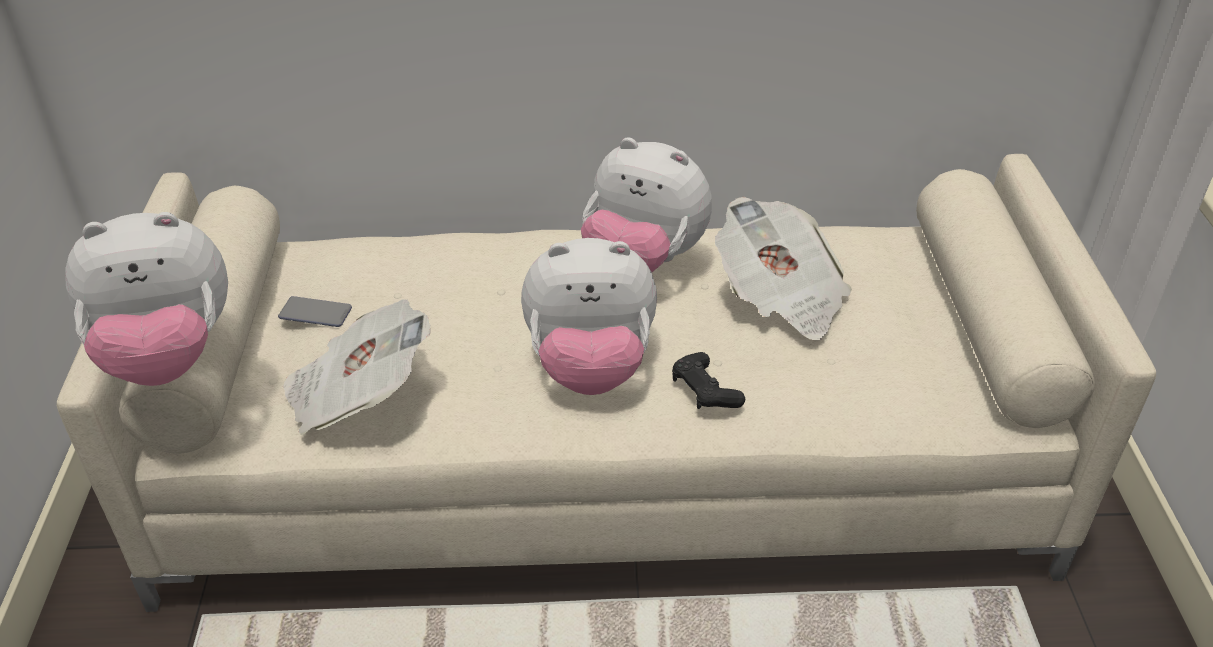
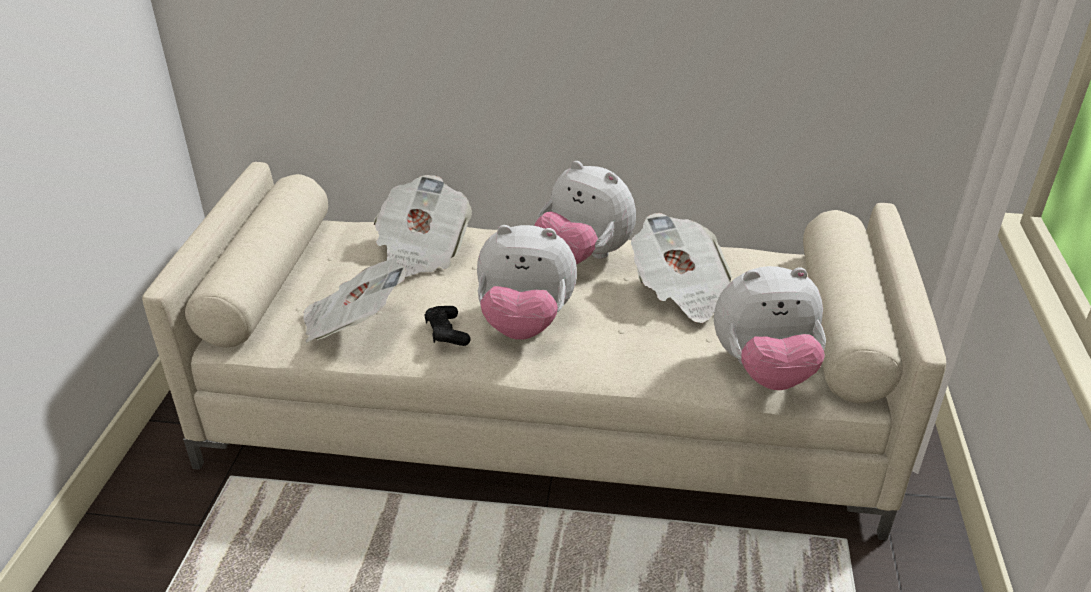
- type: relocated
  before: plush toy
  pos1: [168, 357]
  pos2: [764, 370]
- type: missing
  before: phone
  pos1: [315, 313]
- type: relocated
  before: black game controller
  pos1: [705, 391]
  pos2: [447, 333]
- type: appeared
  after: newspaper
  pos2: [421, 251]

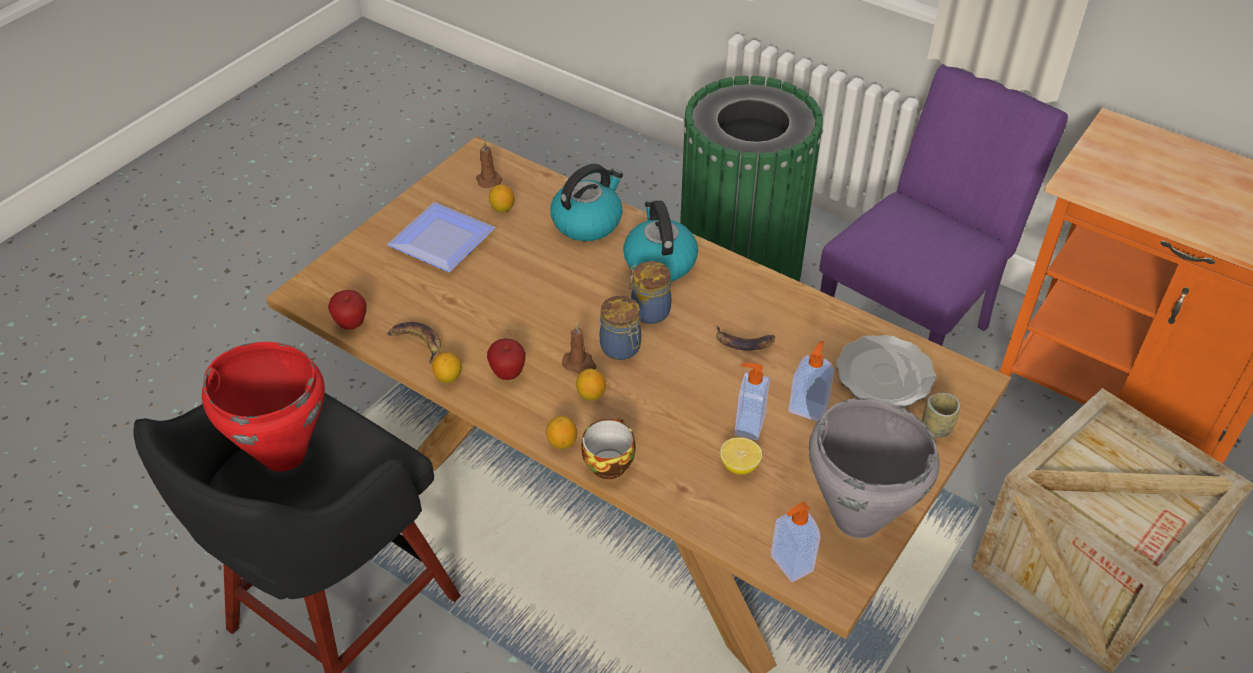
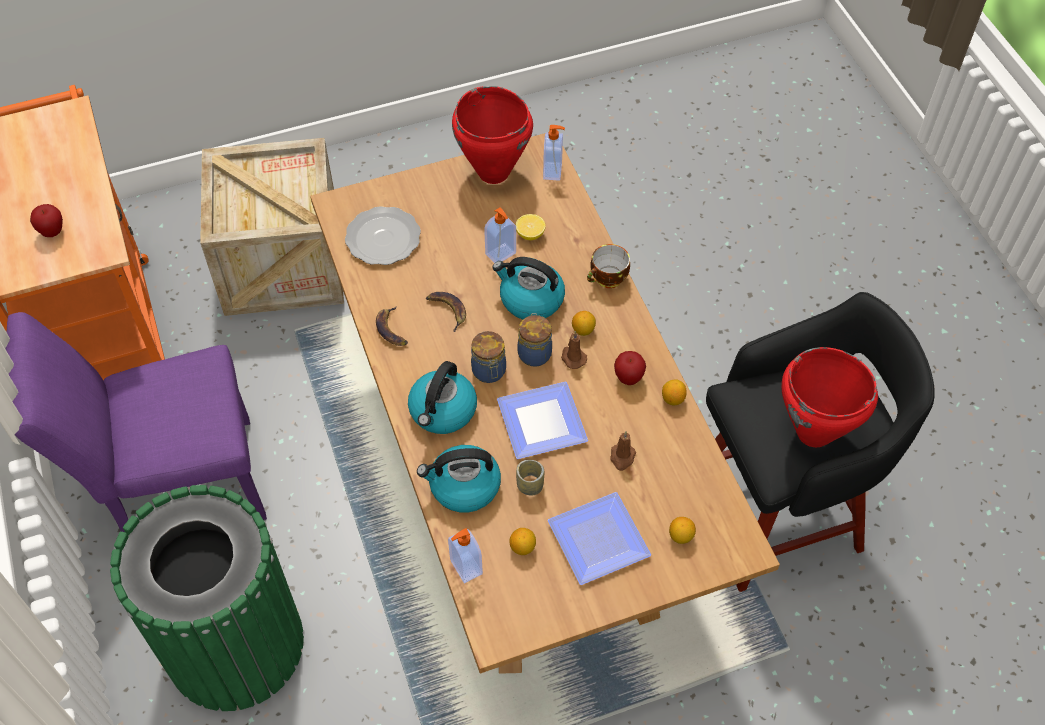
- type: relocated
  before: brown candle
  pos1: [488, 179]
  pos2: [622, 457]
- type: relocated
  before: apple
  pos1: [351, 324]
  pos2: [52, 232]
- type: relocated
  before: banana
  pos1: [416, 342]
  pos2: [392, 329]
- type: relocated
  before: soap dispenser
  pos1: [808, 408]
  pos2: [465, 567]
- type: relocated
  before: cup
  pos1: [936, 428]
  pos2: [530, 486]
- type: colour
  before: grey cooking pot
  after: red cooking pot
  pos1: [857, 518]
  pos2: [493, 173]
- type: relocated
  before: lemon
  pos1: [562, 442]
  pos2: [681, 536]
- type: appeared
  after: kettle
  pos2: [530, 299]
- type: appeared
  after: plate
  pos2: [538, 421]

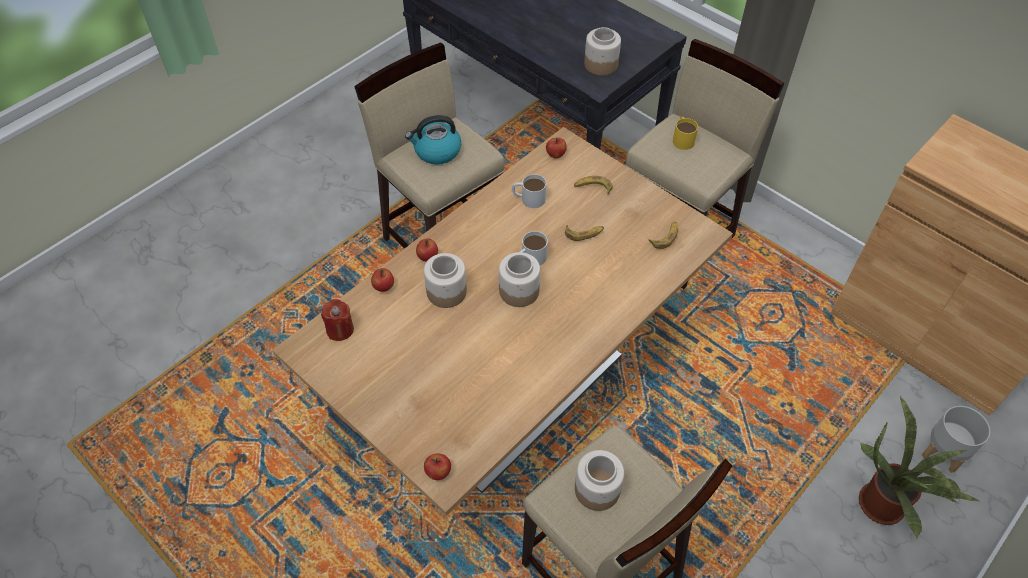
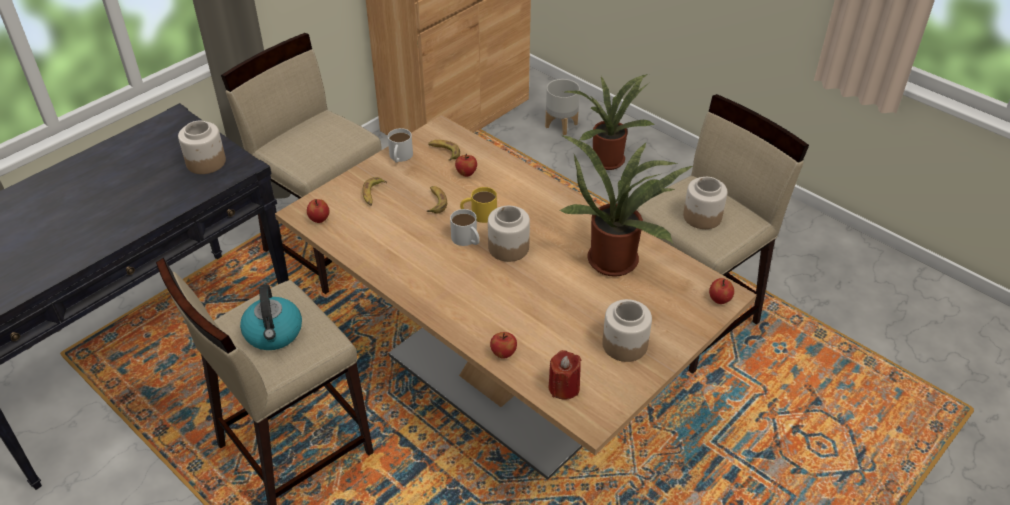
- type: relocated
  before: yellow mug
  pos1: [682, 138]
  pos2: [478, 214]
- type: relocated
  before: white mug
  pos1: [528, 198]
  pos2: [400, 157]
- type: relocated
  before: apple
  pos1: [428, 257]
  pos2: [466, 173]
- type: relocated
  before: jar
  pos1: [447, 291]
  pos2: [624, 344]
- type: appeared
  after: potted plant
  pos2: [616, 258]

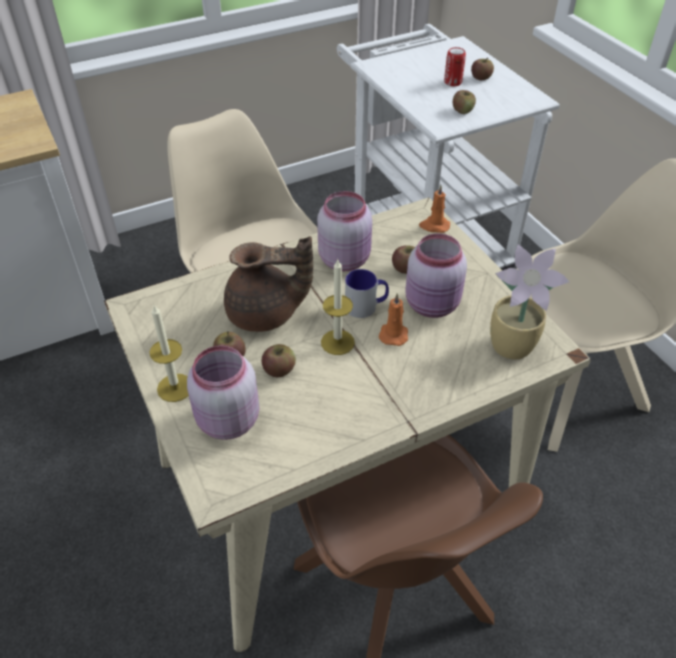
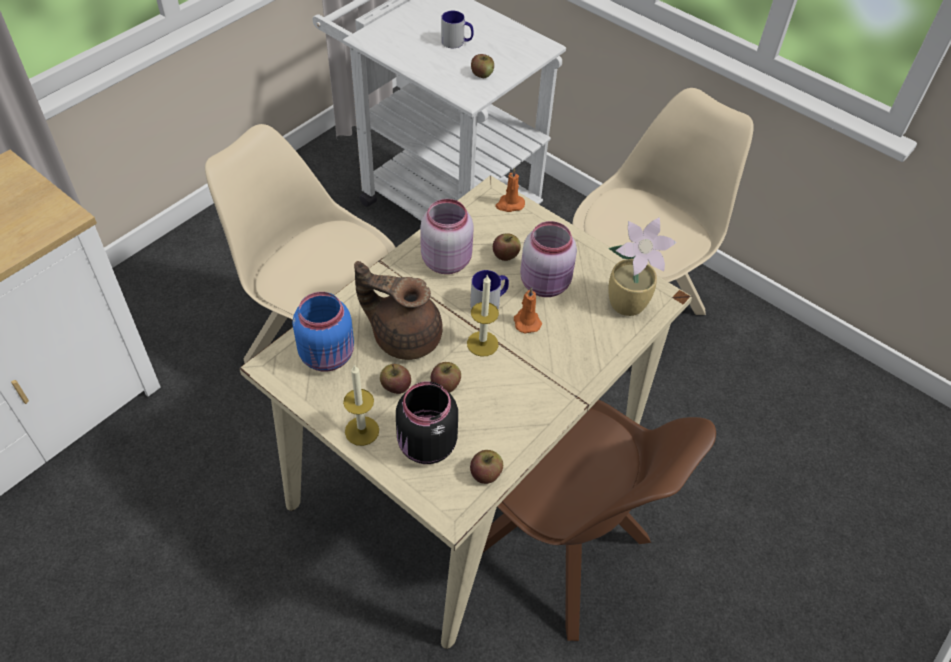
- type: exchanged
  before: can
  after: mug
  pos1: [453, 82]
  pos2: [457, 42]
- type: relocated
  before: apple
  pos1: [481, 78]
  pos2: [486, 474]
- type: spun
  before: brown teapot
  pos1: [266, 314]
  pos2: [404, 336]
  turn: -135
- type: colour
  before: pink jar
  after: black jar
  pos1: [226, 421]
  pos2: [425, 446]
- type: appeared
  after: blue jar
  pos2: [329, 355]

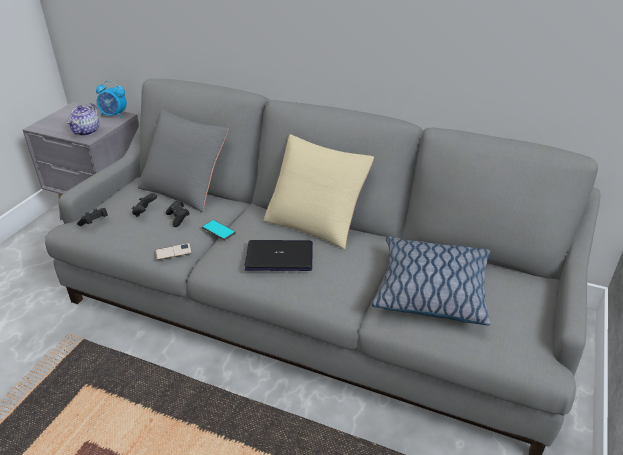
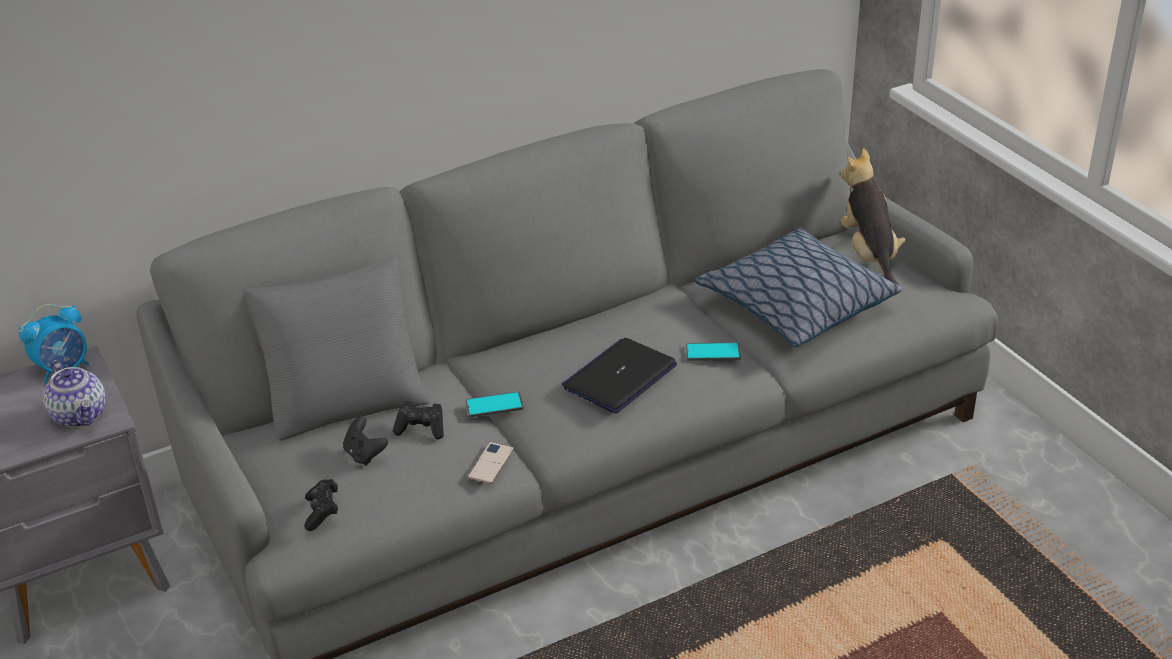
- type: missing
  before: beige pillow
  pos1: [316, 221]
- type: appeared
  after: plush toy
  pos2: [869, 255]
- type: appeared
  after: phone
  pos2: [713, 352]

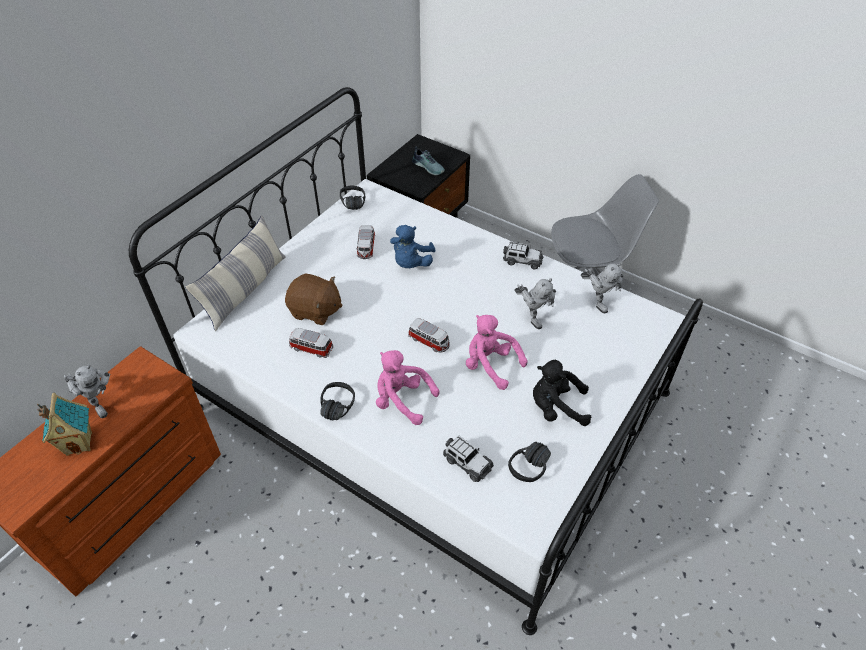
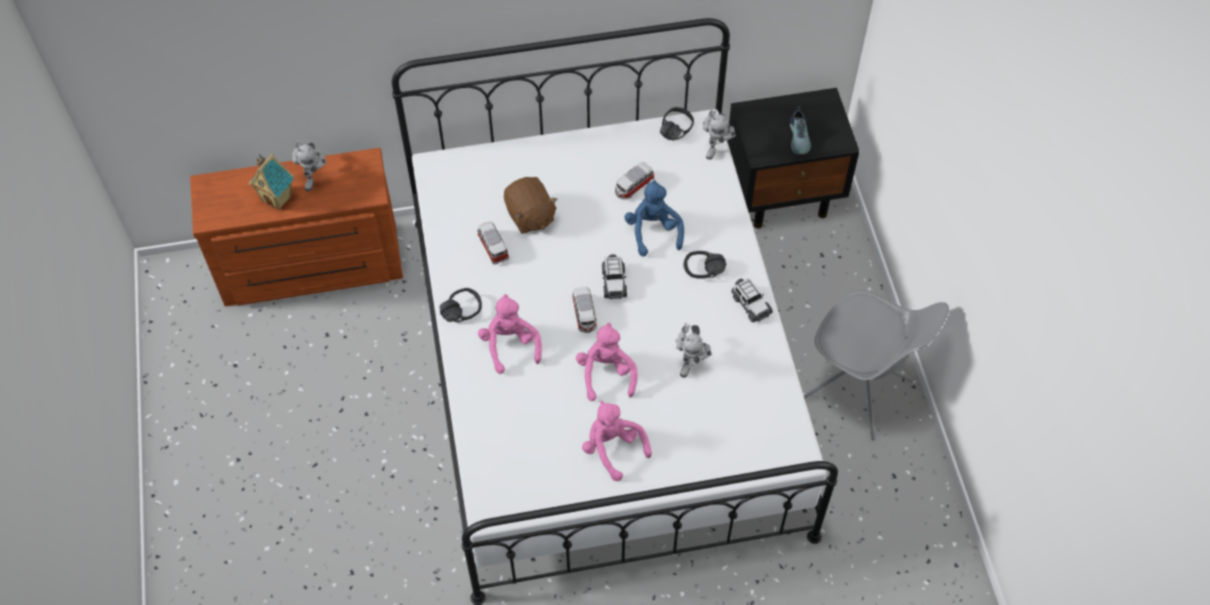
- type: missing
  before: pillow
  pos1: [245, 290]
- type: spun
  before: blue plush toy
  pos1: [411, 263]
  pos2: [653, 231]
  turn: 105
- type: relocated
  before: toy robot
  pos1: [597, 301]
  pos2: [716, 147]
- type: colour
  before: black plush toy
  after: pink plush toy
  pos1: [556, 407]
  pos2: [613, 448]
- type: relocated
  before: toy car
  pos1: [467, 463]
  pos2: [614, 282]
- type: relocated
  before: black headphones
  pos1: [535, 471]
  pos2: [704, 275]

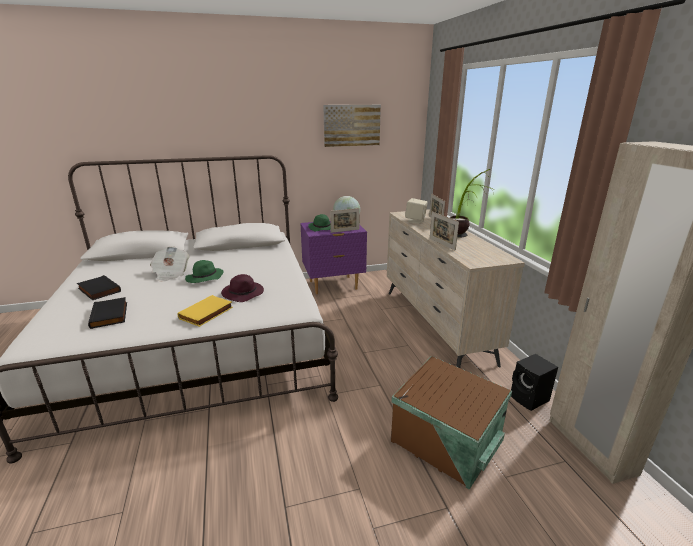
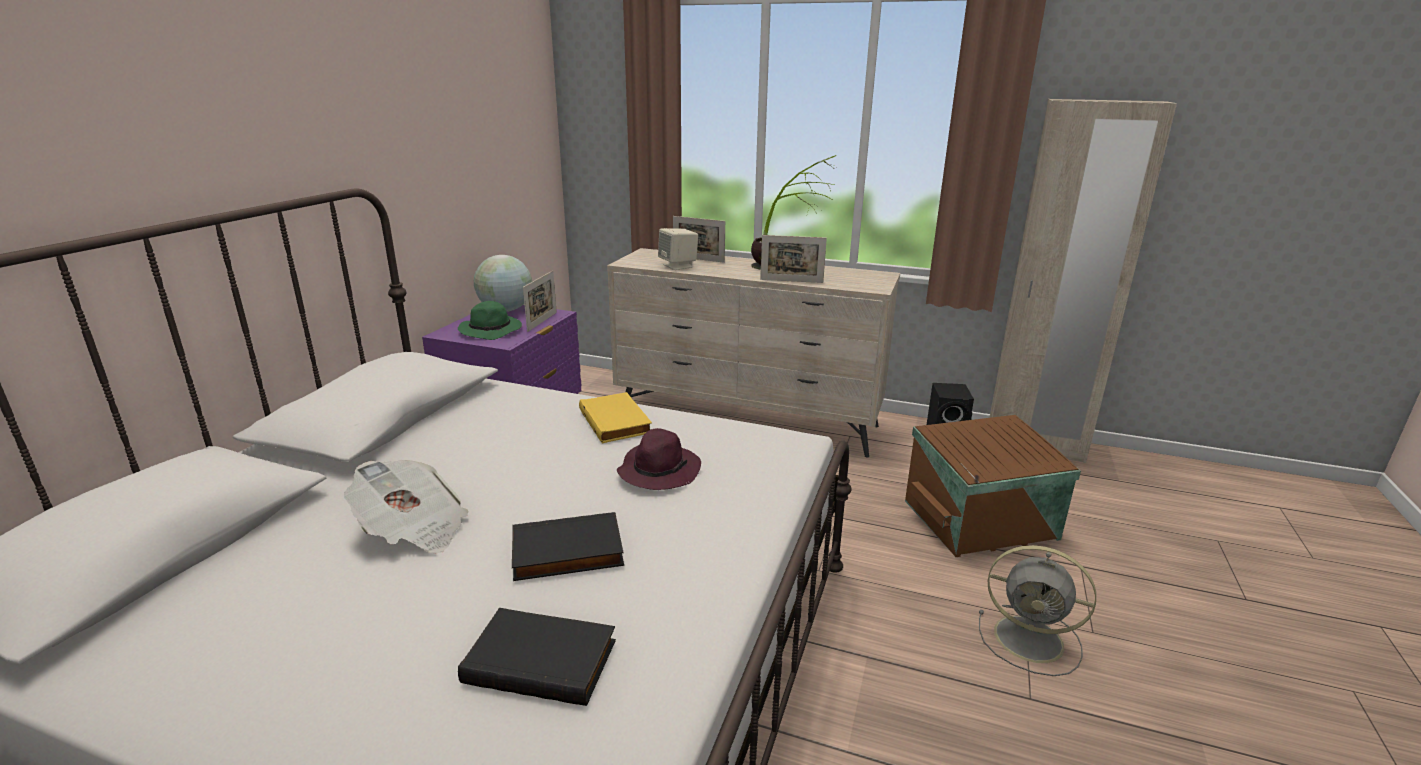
- type: missing
  before: picture
  pos1: [351, 125]
- type: missing
  before: green hat
  pos1: [204, 278]
- type: relocated
  before: black book
  pos1: [98, 290]
  pos2: [567, 553]
- type: relocated
  before: yellow book
  pos1: [207, 313]
  pos2: [617, 421]
- type: appeared
  after: grey fan
  pos2: [1031, 640]

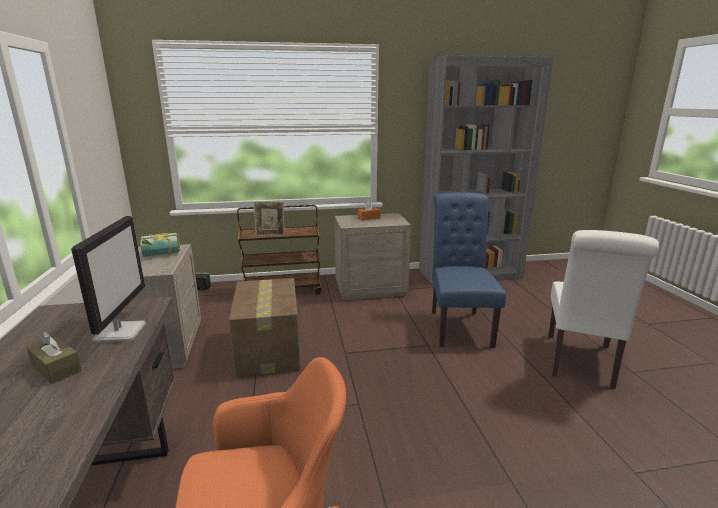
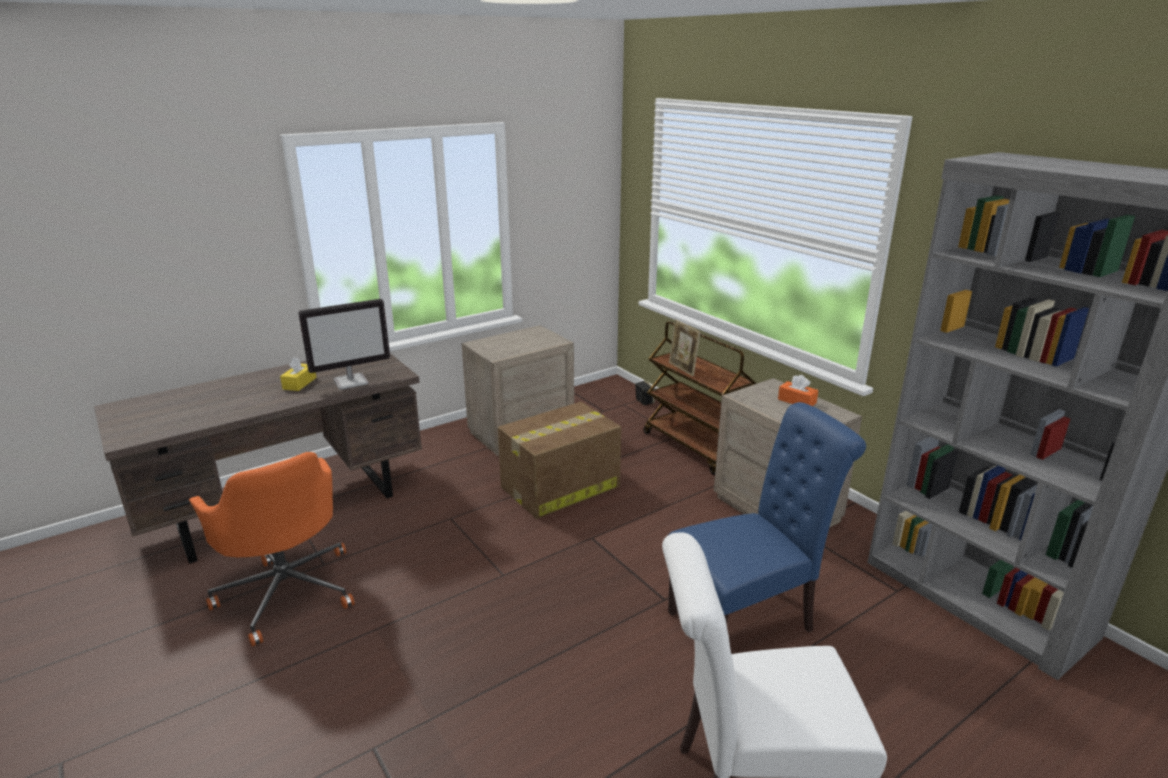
- type: missing
  before: book
  pos1: [161, 254]
- type: colour
  before: brown tissue box
  after: yellow tissue box
  pos1: [56, 368]
  pos2: [299, 383]

